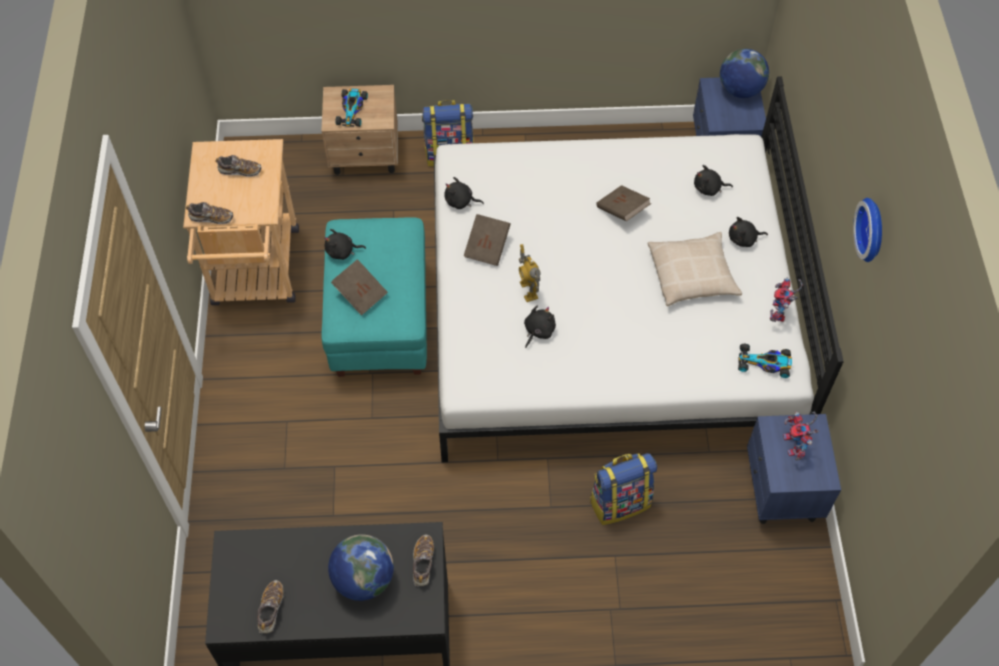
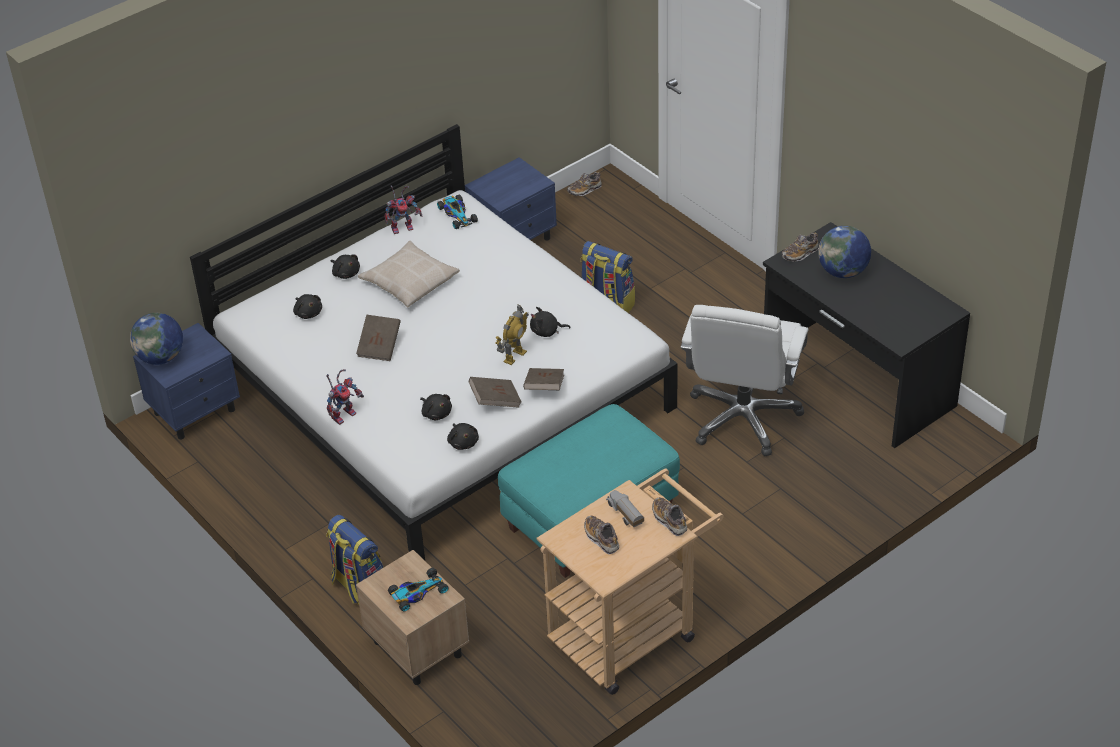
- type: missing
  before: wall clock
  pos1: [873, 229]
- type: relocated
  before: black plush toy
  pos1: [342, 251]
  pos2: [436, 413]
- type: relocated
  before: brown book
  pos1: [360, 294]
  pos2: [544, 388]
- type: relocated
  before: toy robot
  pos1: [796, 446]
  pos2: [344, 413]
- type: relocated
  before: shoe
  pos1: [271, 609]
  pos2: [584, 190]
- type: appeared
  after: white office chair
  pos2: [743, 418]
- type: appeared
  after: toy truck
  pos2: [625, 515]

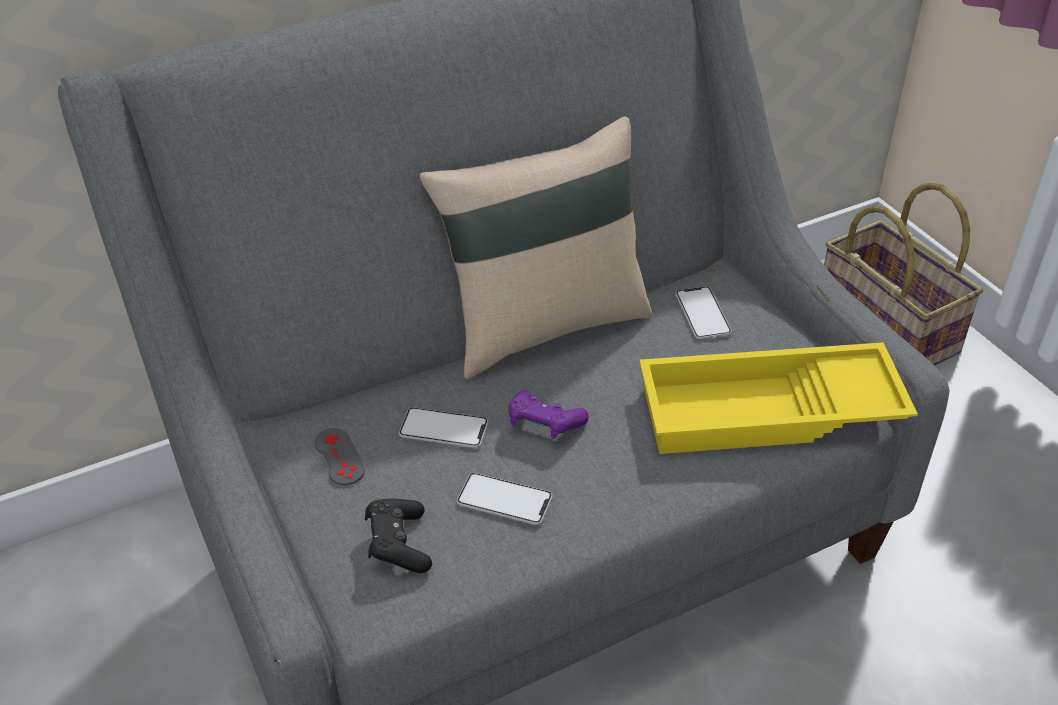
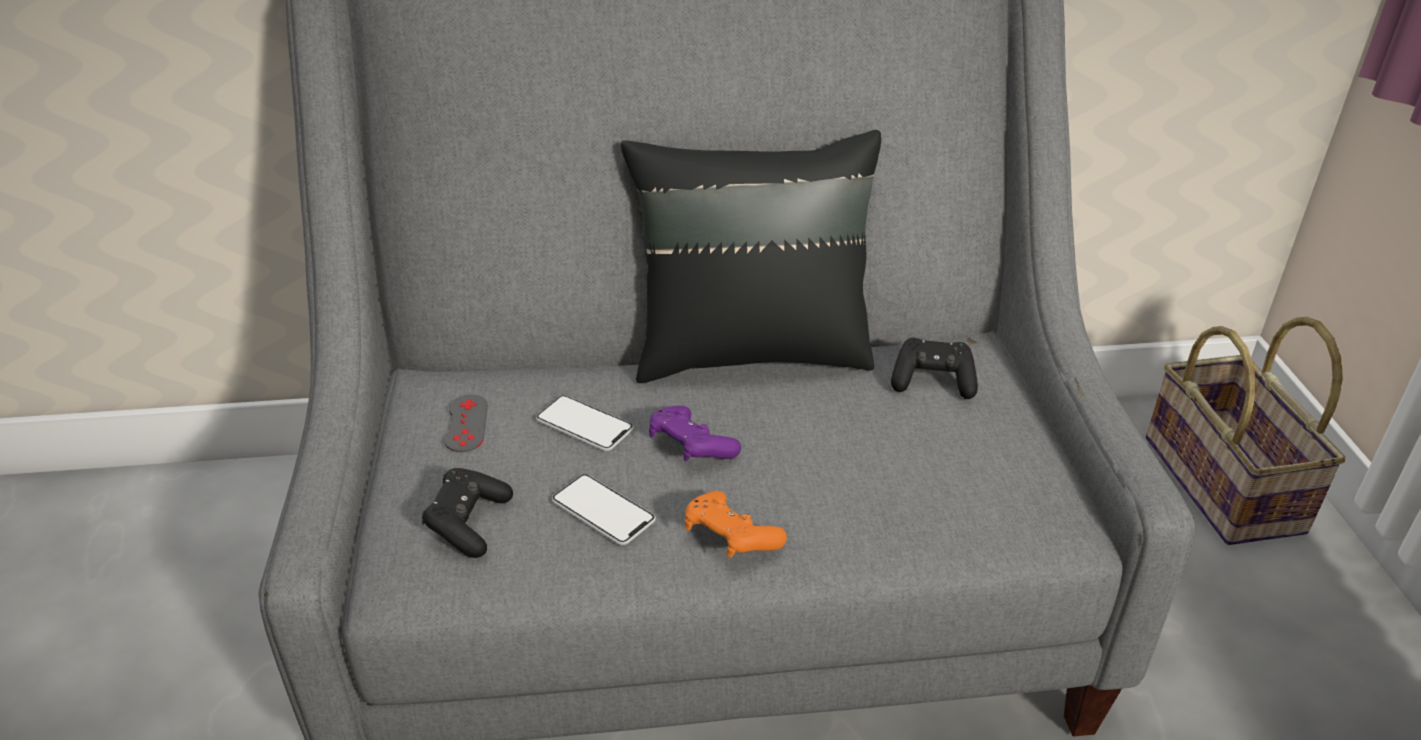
- type: colour
  before: beige pillow
  after: black pillow
  pos1: [544, 324]
  pos2: [751, 351]
- type: exchanged
  before: phone
  after: black game controller
  pos1: [702, 314]
  pos2: [933, 381]
- type: missing
  before: yellow tray
  pos1: [768, 414]
- type: appeared
  after: orange game controller
  pos2: [730, 539]

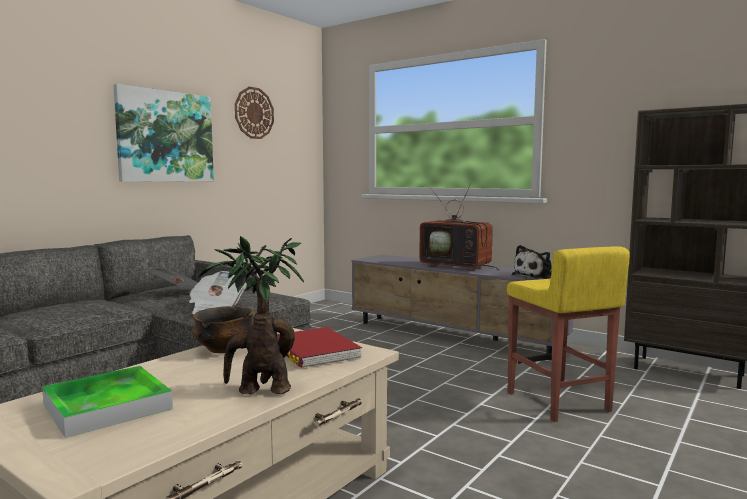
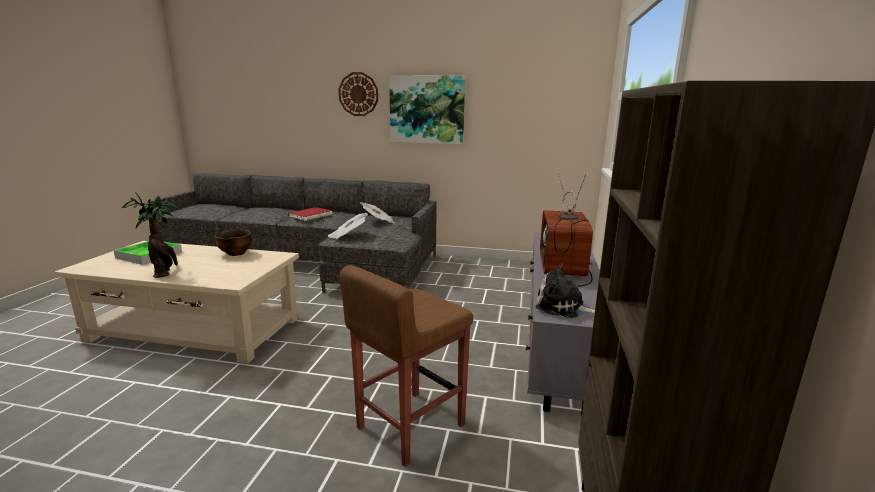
- type: relocated
  before: wall clock
  pos1: [254, 113]
  pos2: [358, 94]
- type: colour
  before: yellow stool
  after: brown stool
  pos1: [558, 402]
  pos2: [409, 426]
- type: relocated
  before: red book
  pos1: [314, 351]
  pos2: [310, 216]

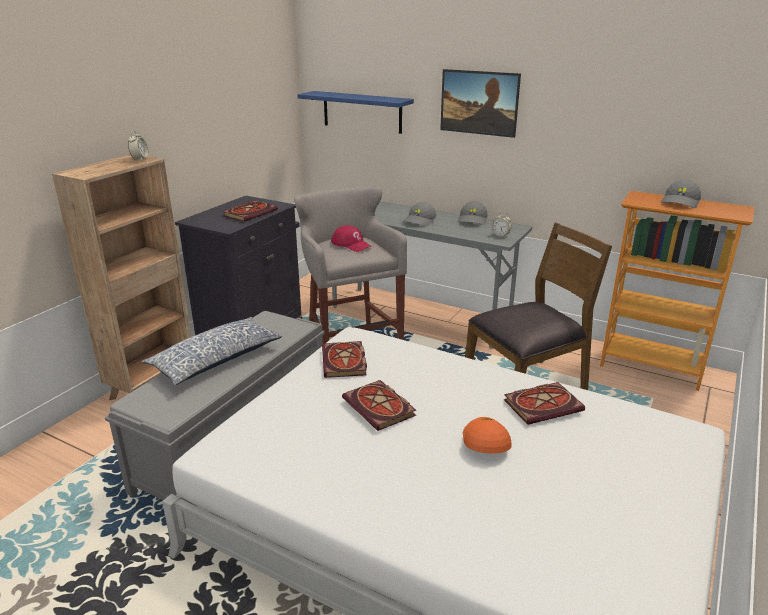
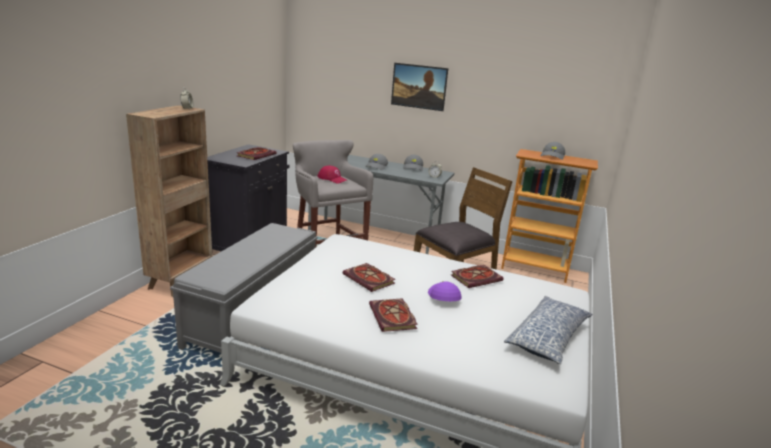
- type: missing
  before: blue shelf
  pos1: [362, 112]
- type: relocated
  before: pillow
  pos1: [217, 360]
  pos2: [549, 338]
- type: relocated
  before: book
  pos1: [345, 362]
  pos2: [394, 317]
- type: colour
  before: orange cap
  after: purple cap
  pos1: [485, 442]
  pos2: [443, 297]

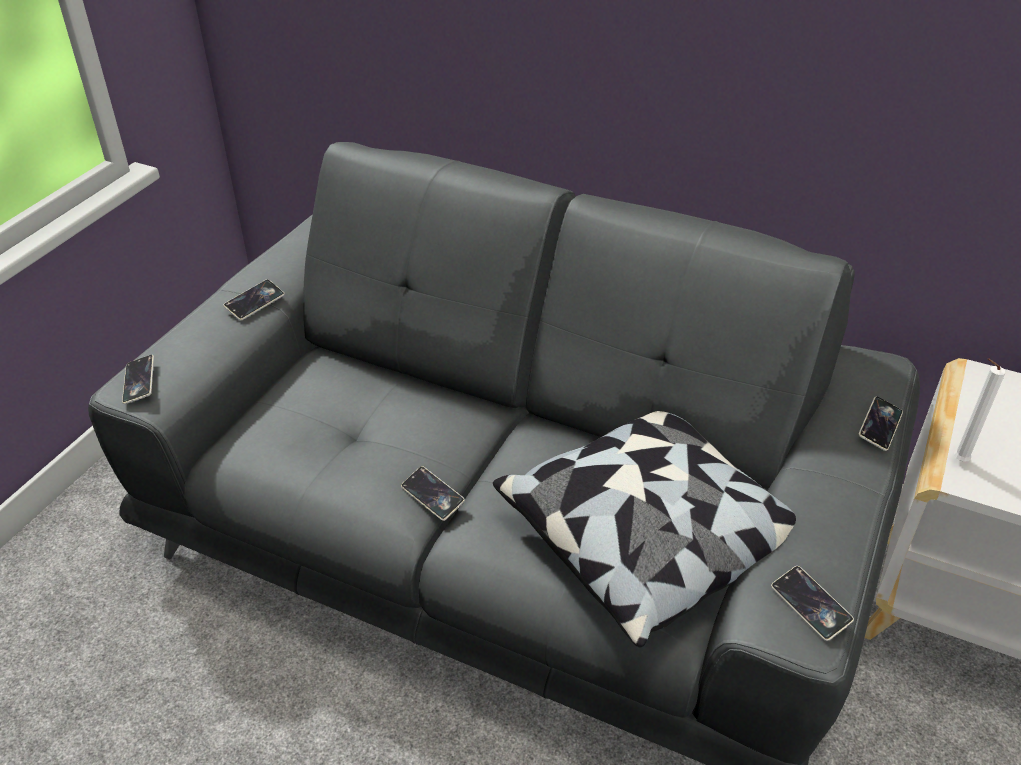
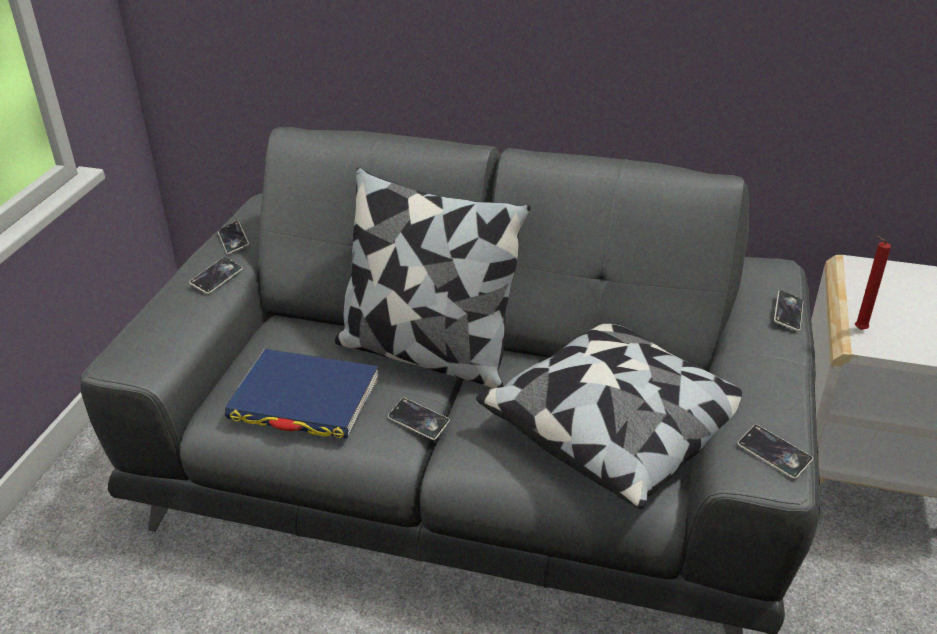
- type: relocated
  before: phone
  pos1: [139, 382]
  pos2: [233, 240]
- type: colour
  before: white candle
  after: red candle
  pos1: [957, 460]
  pos2: [858, 330]
- type: appeared
  after: pillow
  pos2: [427, 352]
- type: appeared
  after: blue book
  pos2: [304, 399]

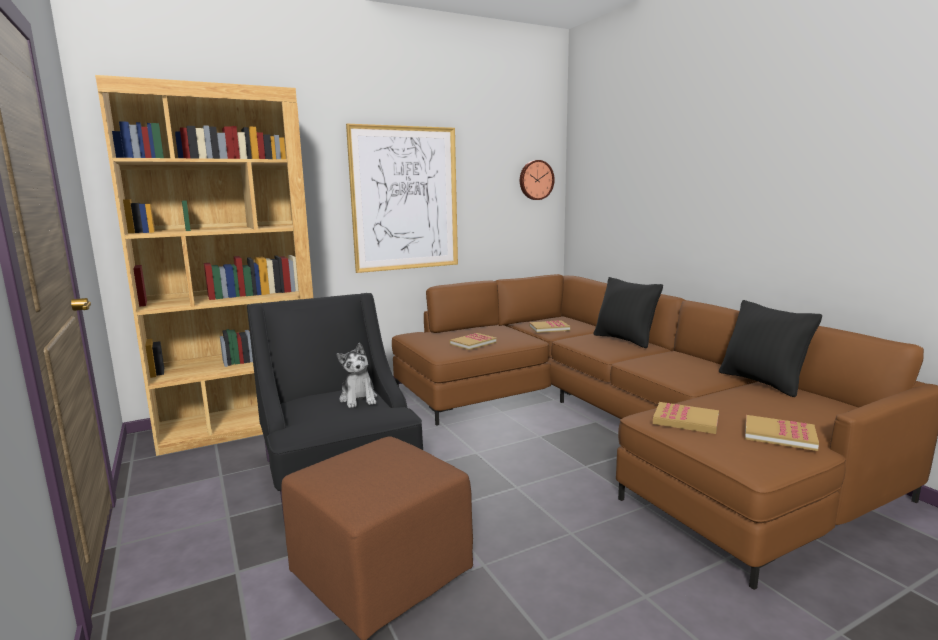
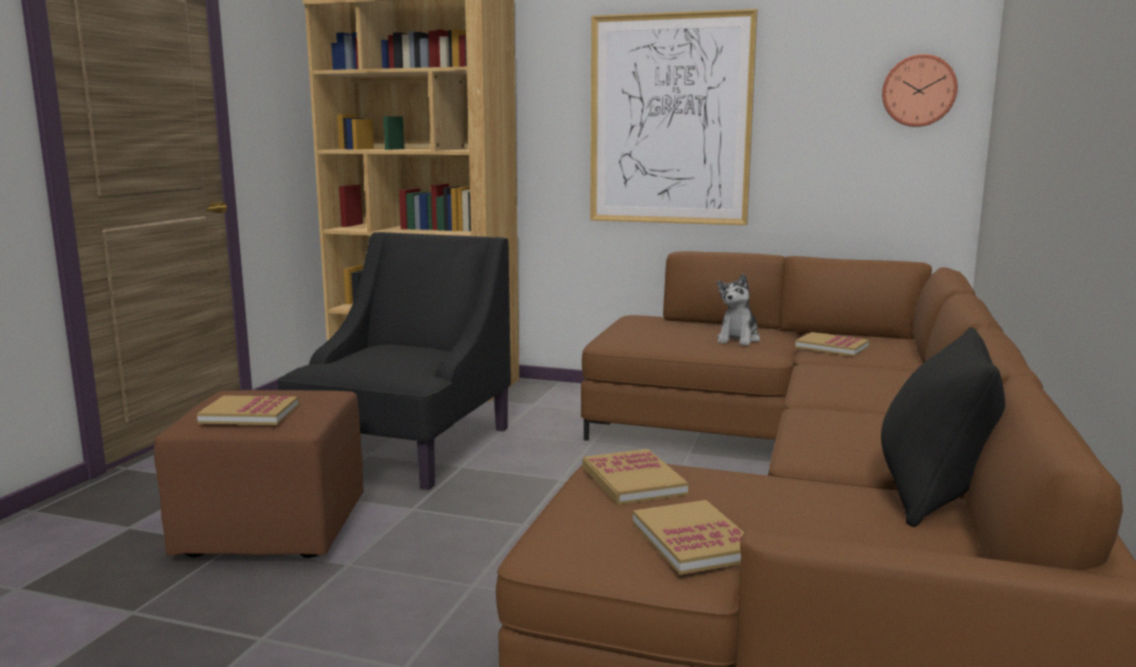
- type: missing
  before: black pillow
  pos1: [624, 340]
- type: relocated
  before: book
  pos1: [473, 343]
  pos2: [250, 414]
- type: relocated
  before: plush toy
  pos1: [359, 399]
  pos2: [738, 339]

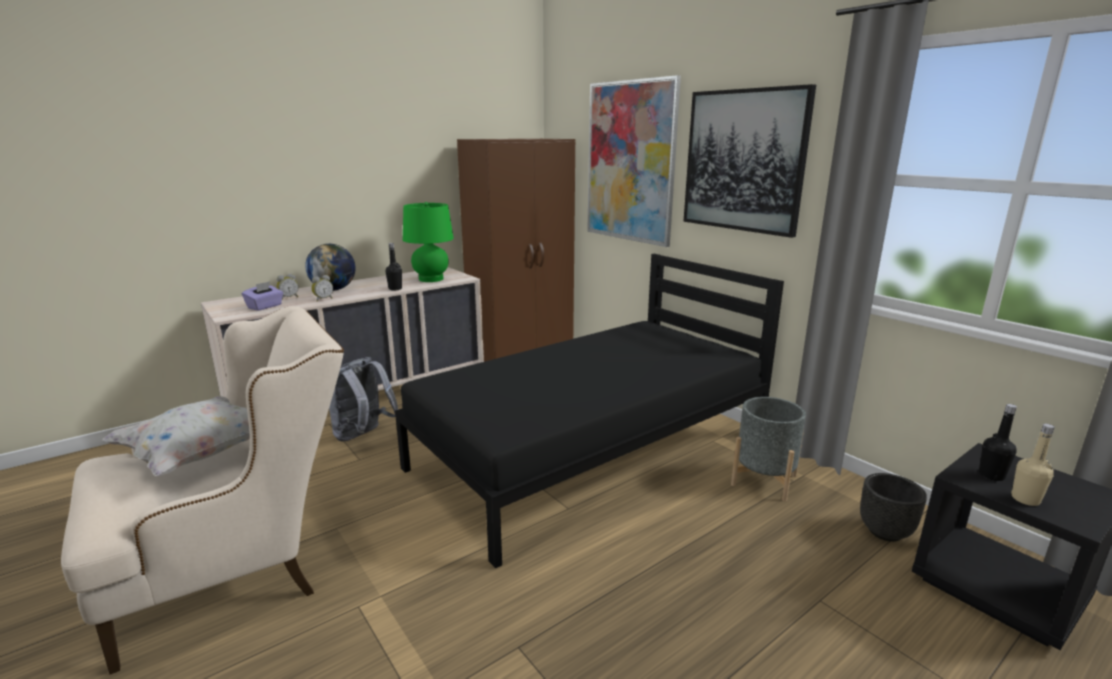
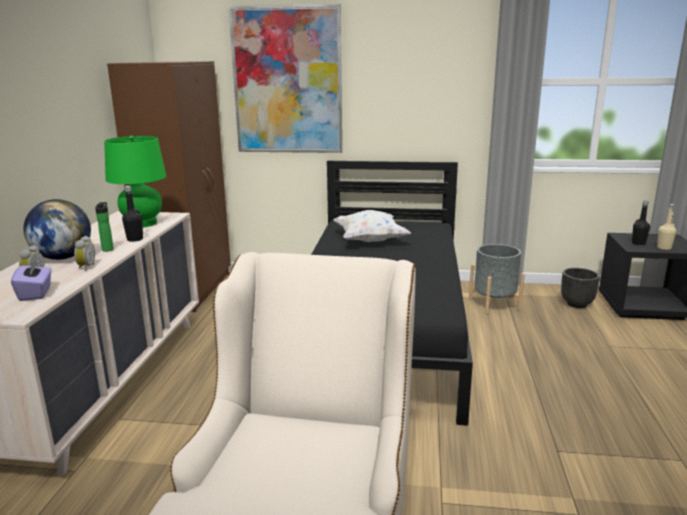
- type: missing
  before: picture
  pos1: [743, 161]
- type: missing
  before: grey backpack
  pos1: [363, 436]
- type: relocated
  before: white pillow
  pos1: [200, 455]
  pos2: [369, 240]
- type: appeared
  after: bottle
  pos2: [108, 249]

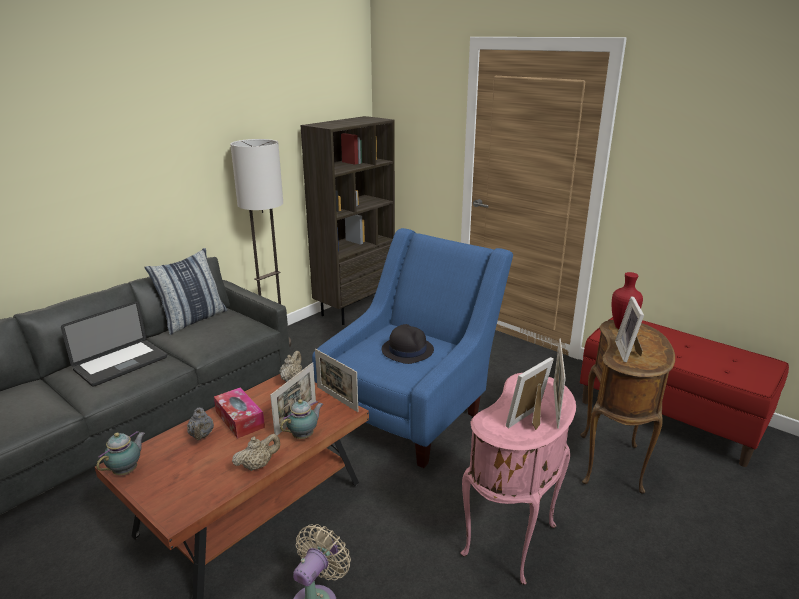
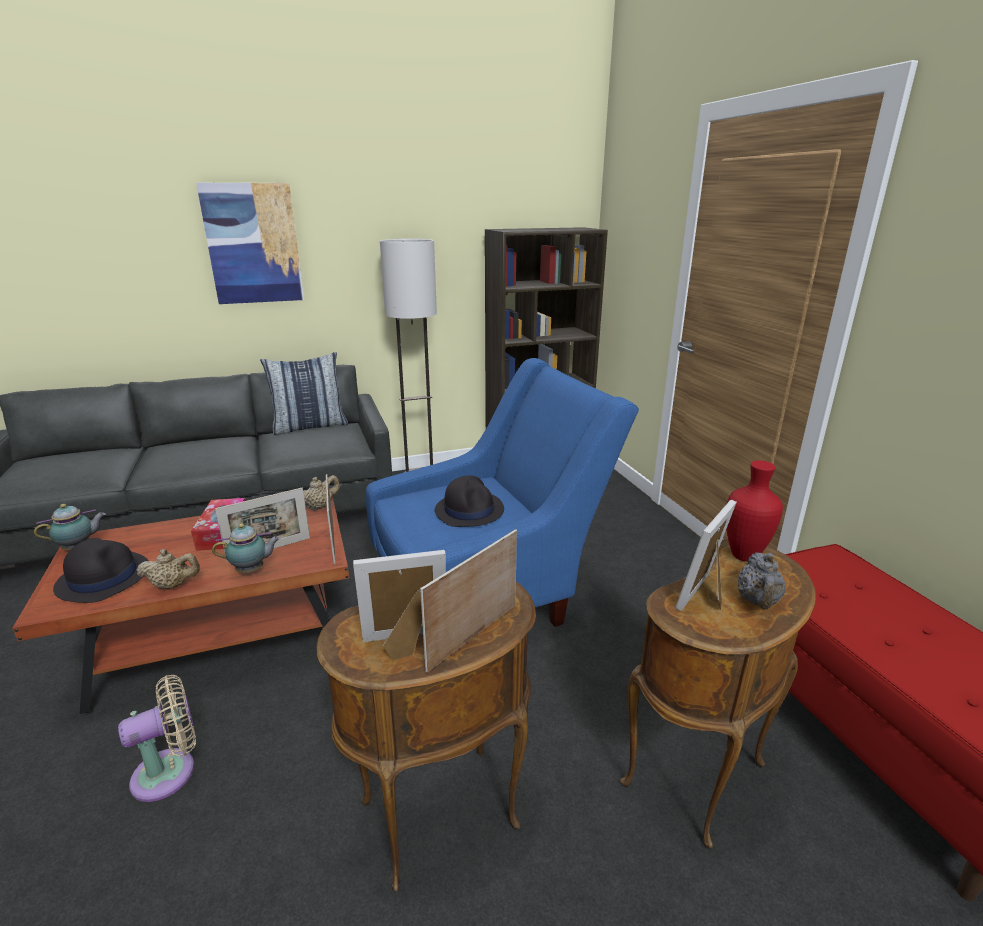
- type: missing
  before: laptop
  pos1: [121, 364]
- type: colour
  before: pink side table
  after: brown side table
  pos1: [513, 541]
  pos2: [443, 818]
- type: relocated
  before: grey teapot
  pos1: [201, 436]
  pos2: [757, 602]
- type: appeared
  after: picture
  pos2: [253, 244]
- type: appeared
  after: black hat
  pos2: [103, 577]

